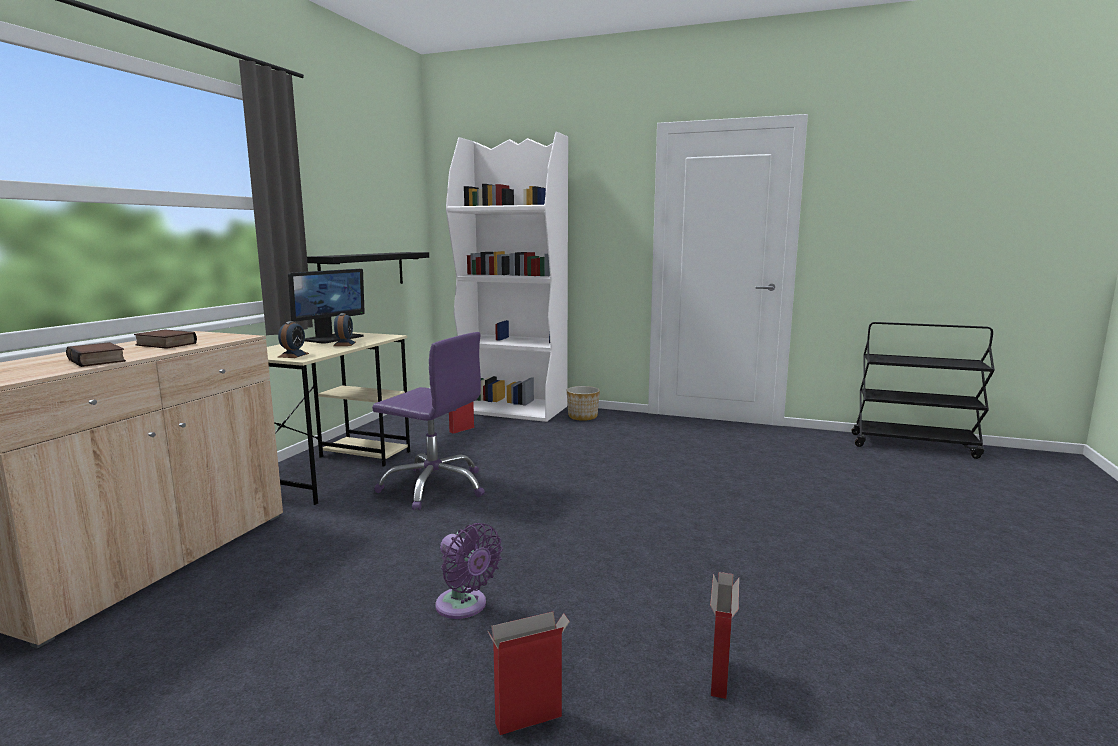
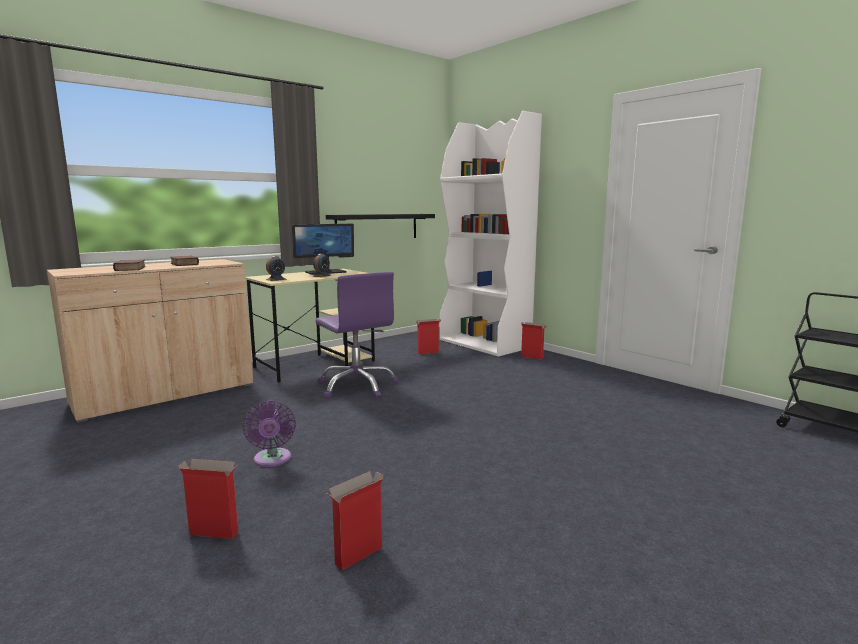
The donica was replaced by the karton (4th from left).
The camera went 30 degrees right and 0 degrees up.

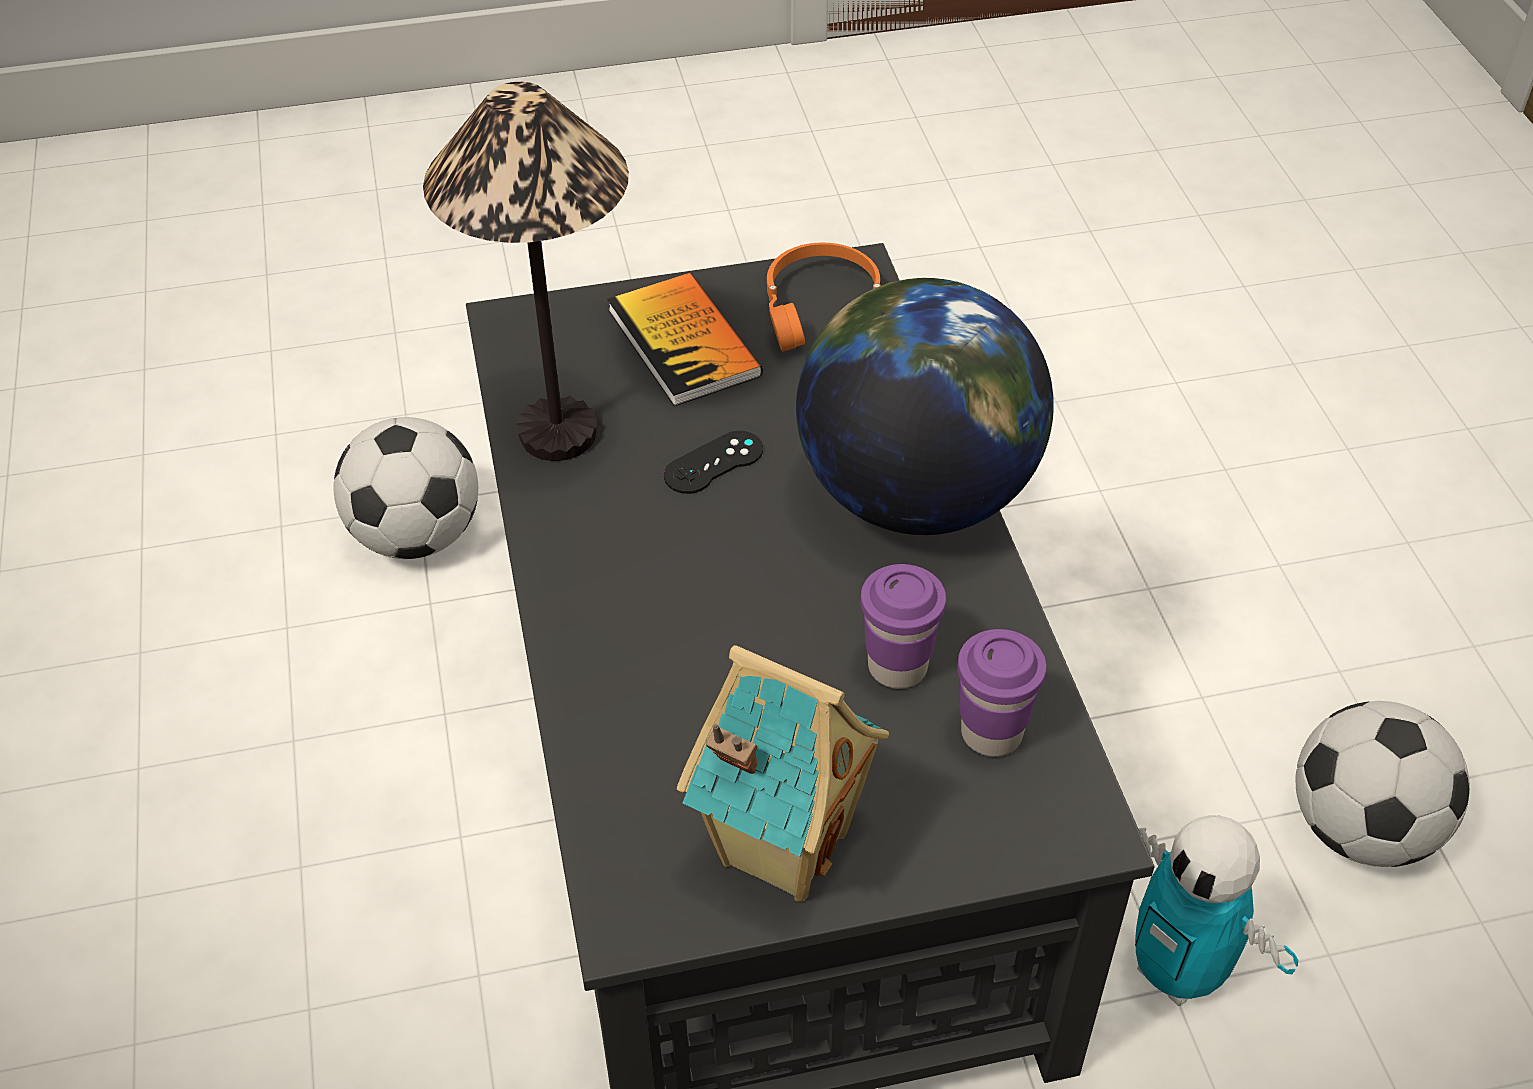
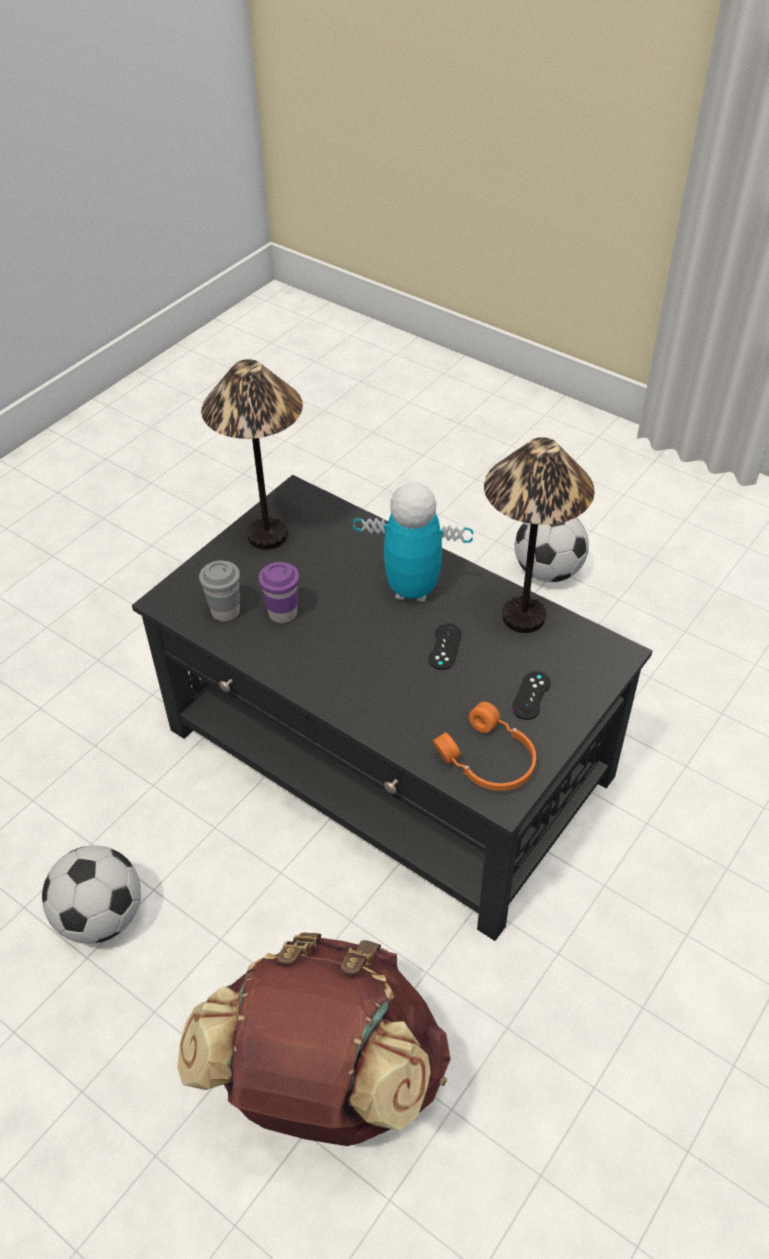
The piłka futbolowa (1st from left in the first image) moved.
The książka was replaced by the pad do gier [czarny] (2nd from left).
The domek was replaced by the lampa stołowa (1st from left).
The globus disappeared.
The filiżanka [fioletowy] (2nd from left) became the filiżanka [szary].
The robot zabawkowy moved.
The plecak [brązowy] appeared.
The camera went 140 degrees right and 0 degrees up.

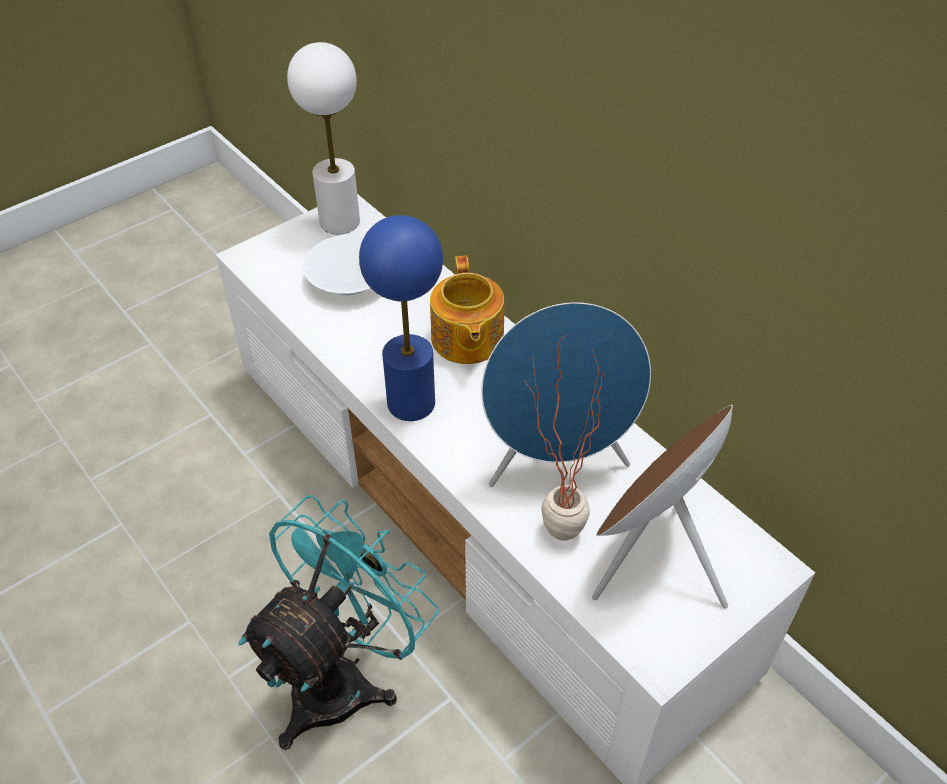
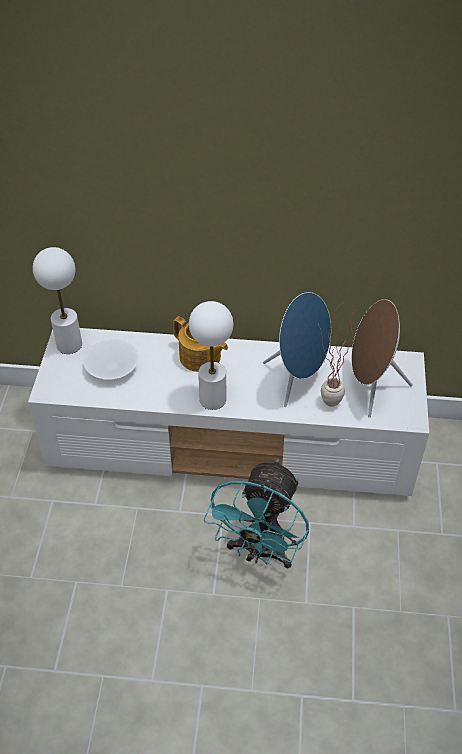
The wentylator [turkusowy] turned 150 degrees counterclockwise.
The lampa stołowa [niebieski] became the lampa stołowa [biały] (2nd from left).
The camera went 45 degrees left and 0 degrees up.

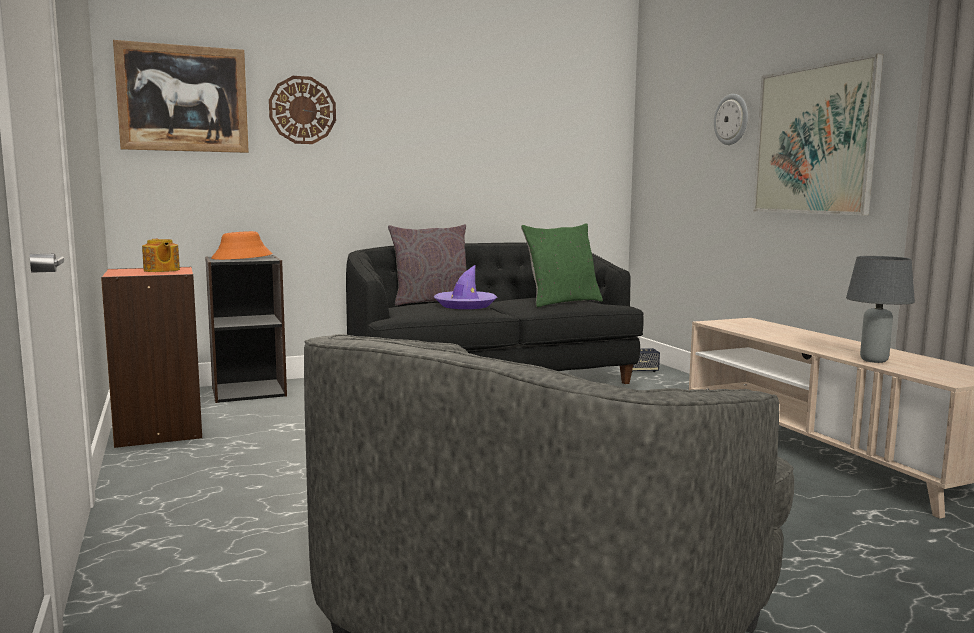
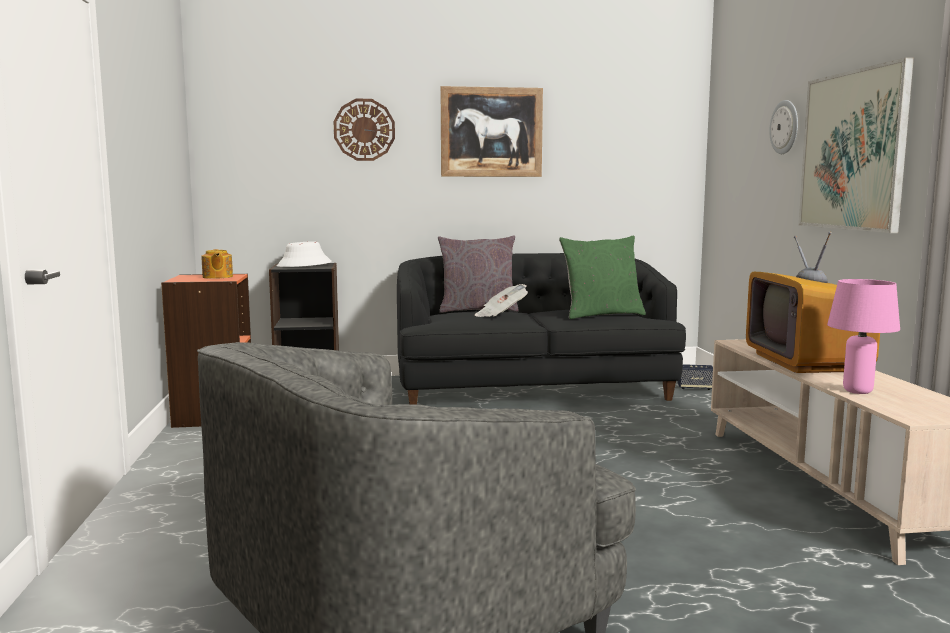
The obraz (1st from left) moved.
The kapelusz [pomarańczowy] became the kapelusz [biały].
The kapelusz [fioletowy] was replaced by the gazeta.
The lampa stołowa [szary] became the lampa stołowa [różowy].
The telewizor appeared.
The camera went 15 degrees right and 0 degrees up.

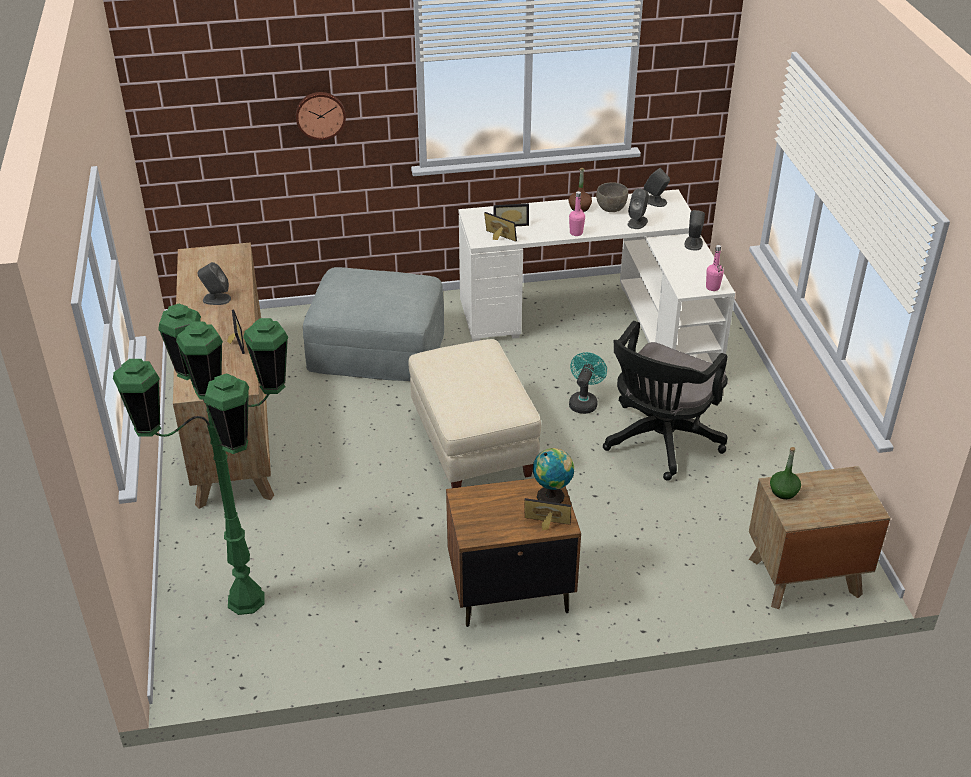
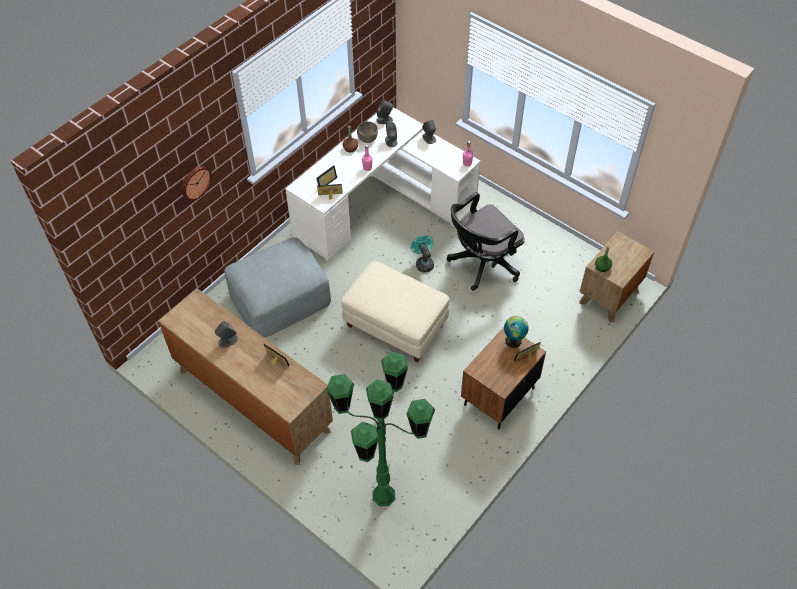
The krzesło biurowe [czarny] turned 60 degrees clockwise.
The camera went 40 degrees left and 15 degrees up.

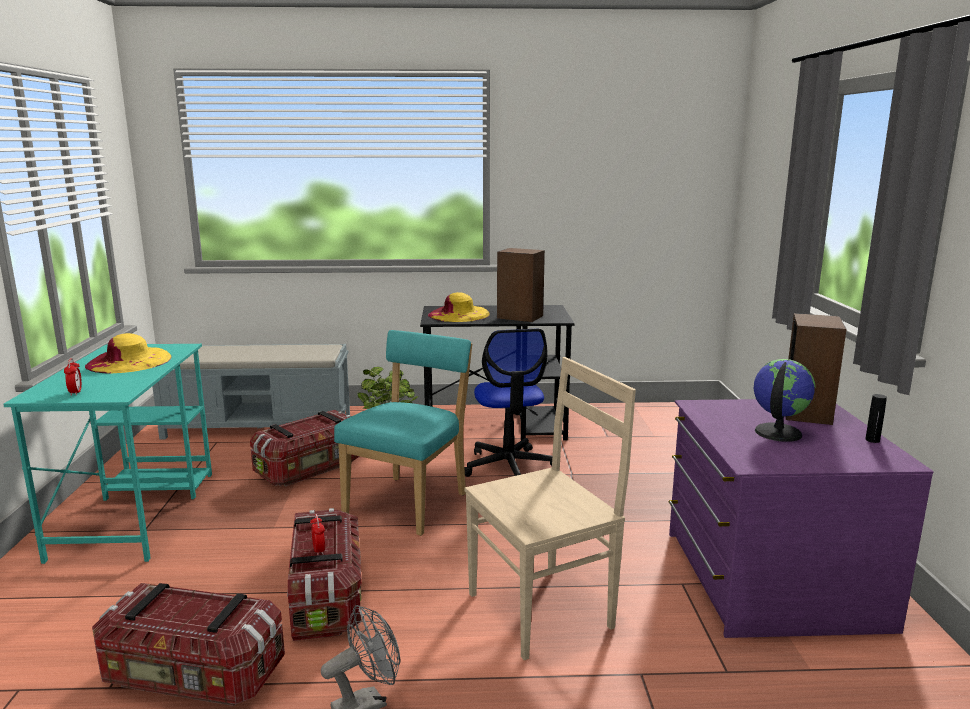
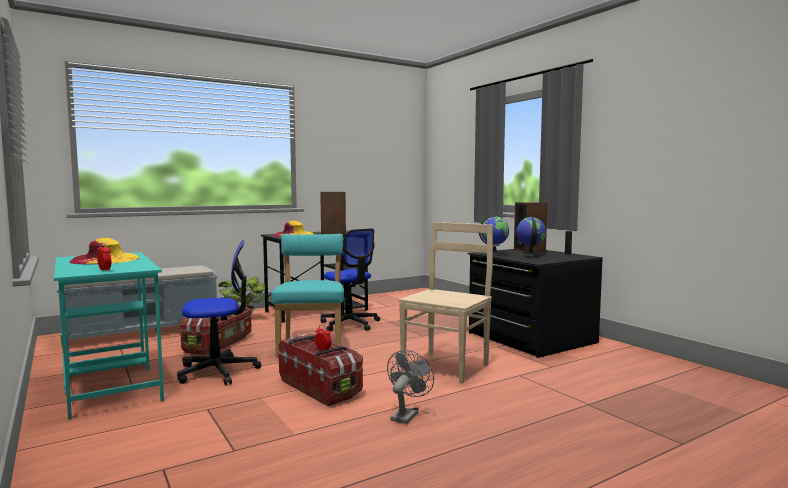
The pojemnik do przechowywania (1st from left) disappeared.
The komoda [fioletowy] became the komoda [czarny].
The krzesło biurowe (1st from left) appeared.
The globus (1st from left) appeared.
The camera went 30 degrees left and 10 degrees down.

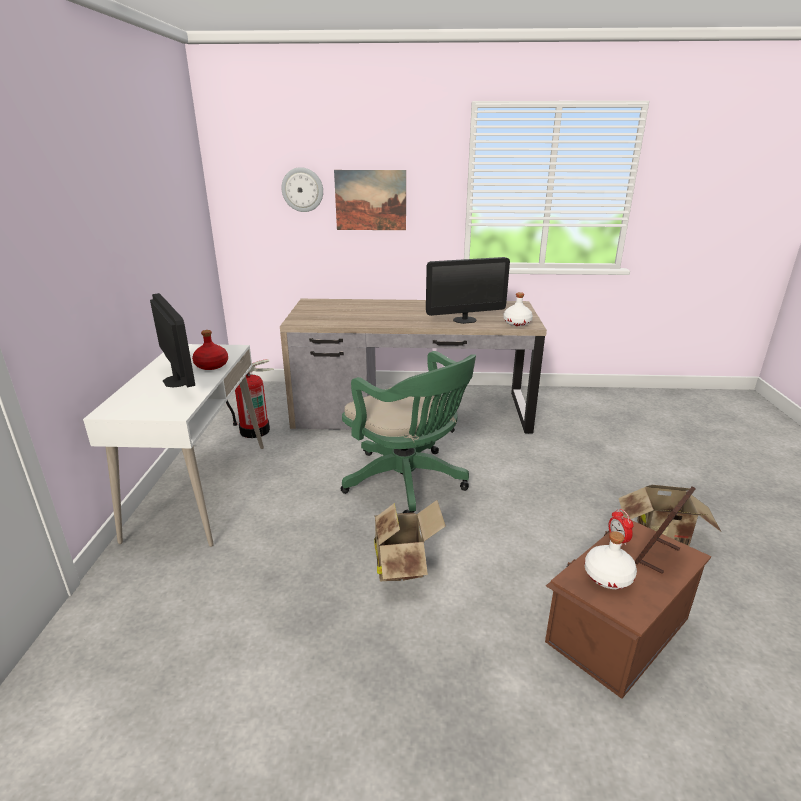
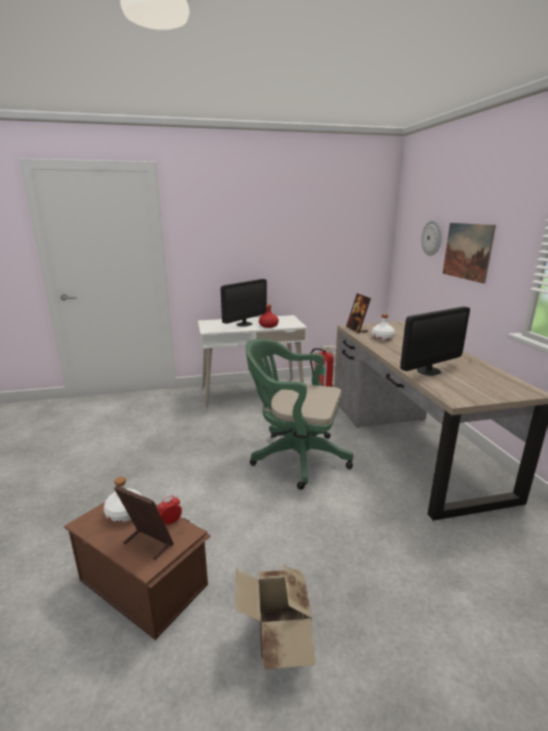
The krzesło biurowe [zielony] turned 75 degrees clockwise.
The karton (1st from left) disappeared.
The monitor (2nd from left) turned 90 degrees counterclockwise.
The butelka [biały] (1st from left in the first image) moved.
The ramka na zdjęcie (2nd from left) appeared.
The camera went 75 degrees right and 5 degrees down.

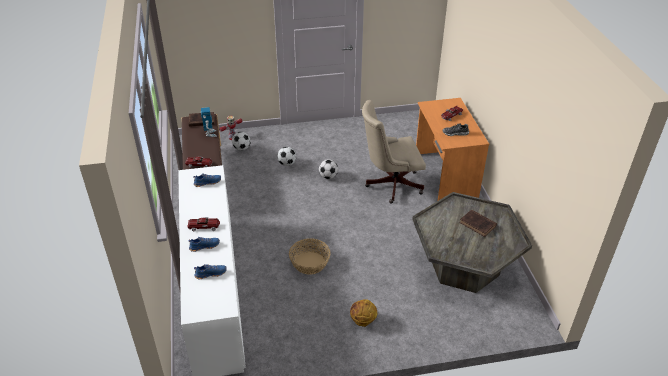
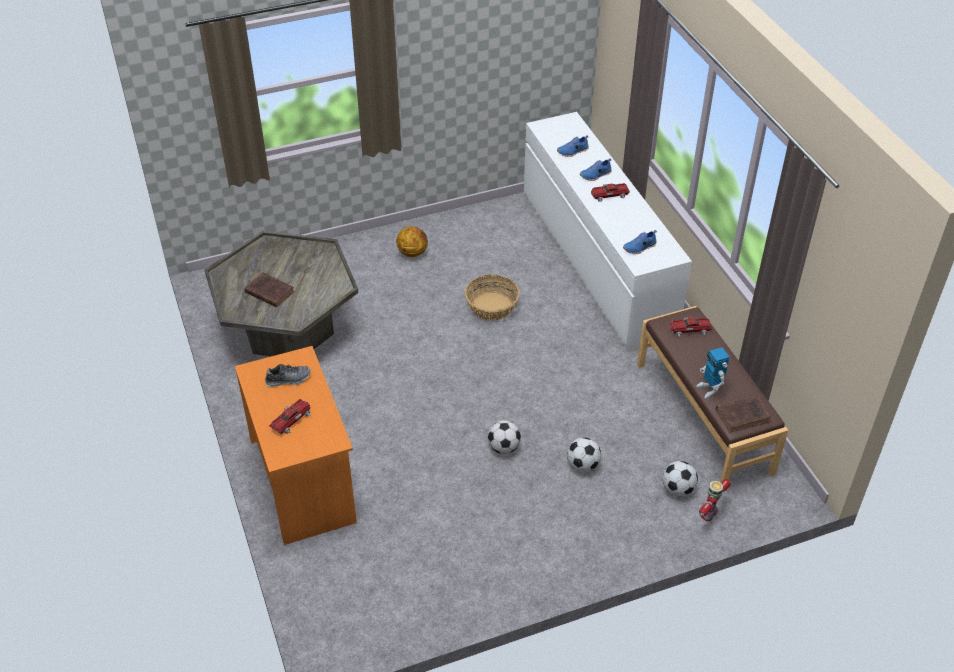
The krzesło biurowe [beżowy] disappeared.
The camera went 170 degrees right and 5 degrees up.

